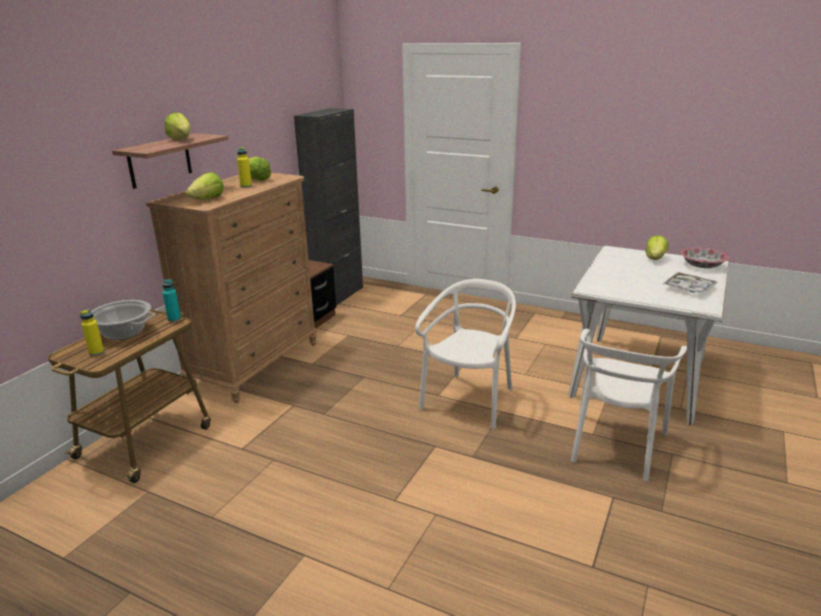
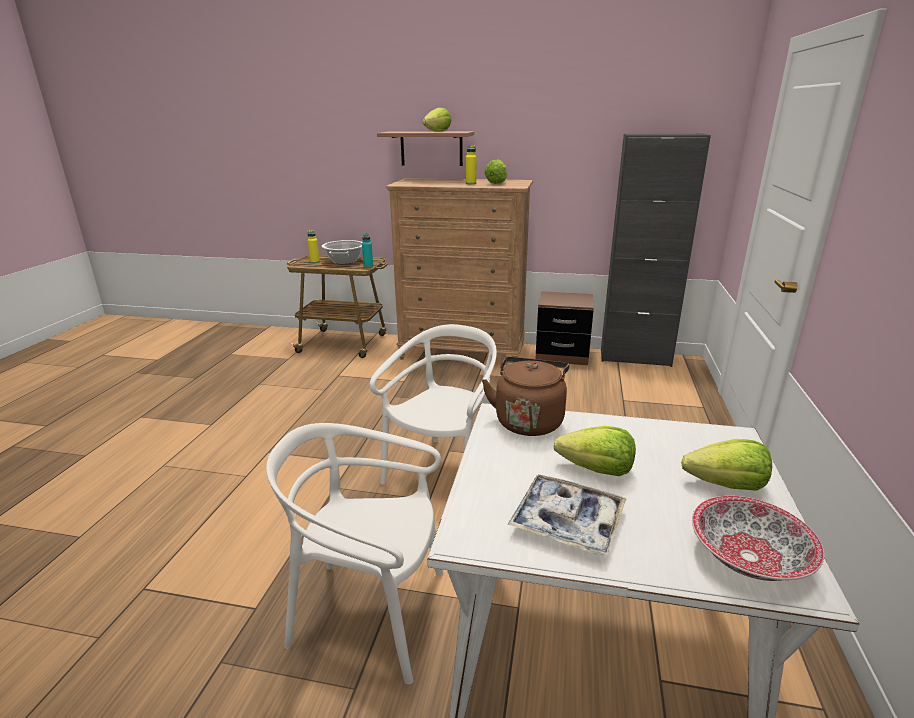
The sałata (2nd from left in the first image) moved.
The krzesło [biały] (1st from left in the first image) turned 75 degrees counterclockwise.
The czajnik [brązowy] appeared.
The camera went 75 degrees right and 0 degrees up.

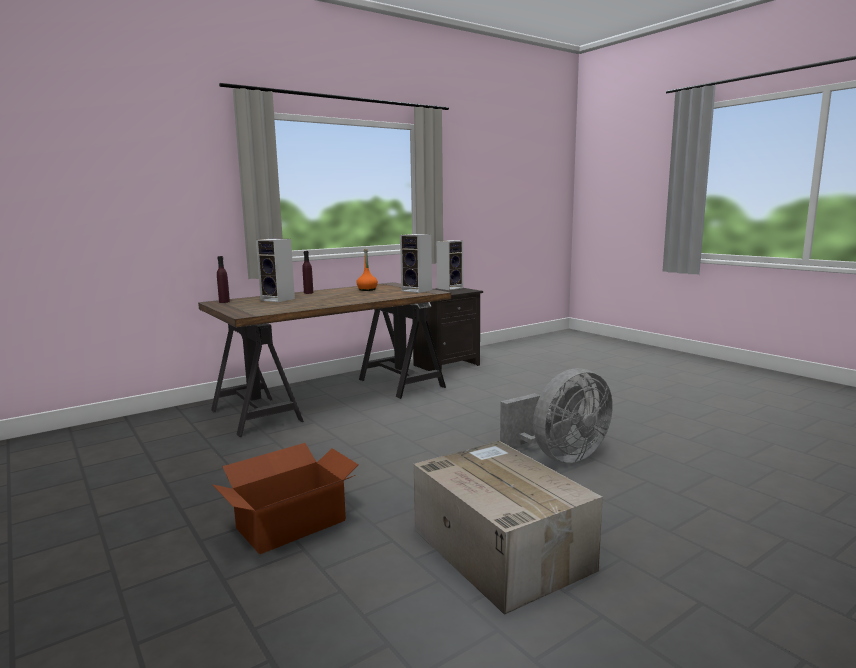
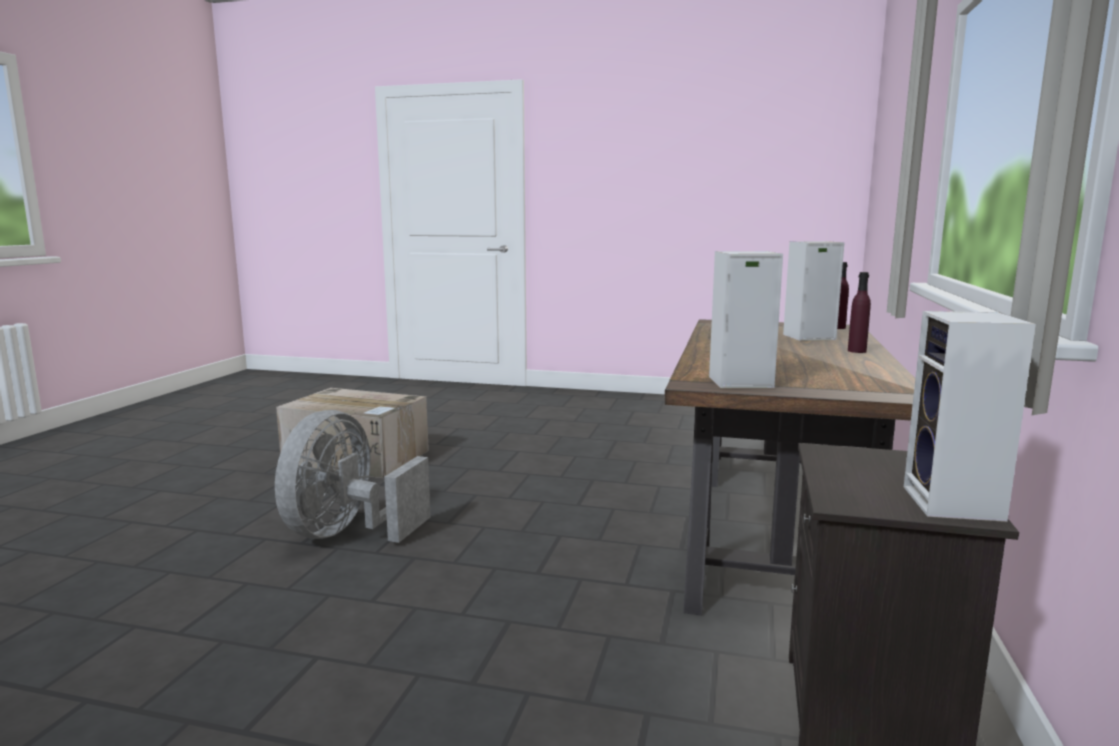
The karton (1st from left) disappeared.
The butelka [pomarańczowy] disappeared.
The camera went 140 degrees right and 0 degrees up.

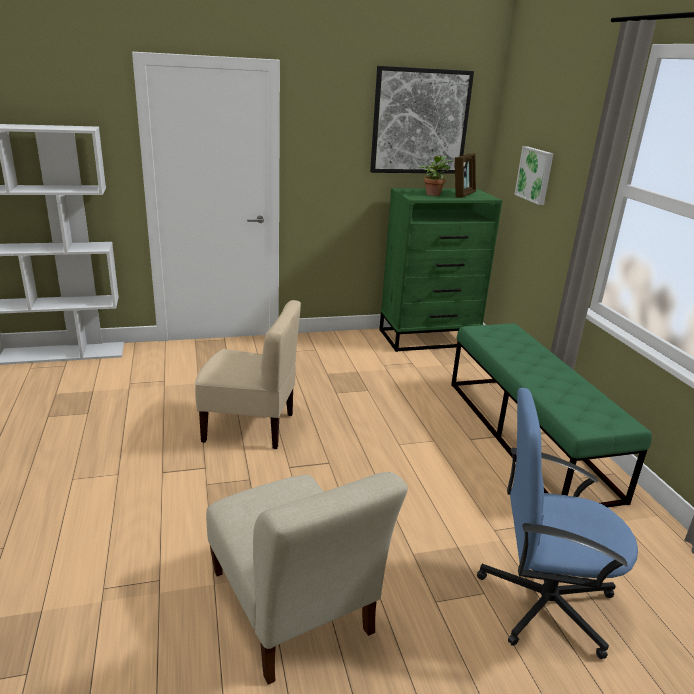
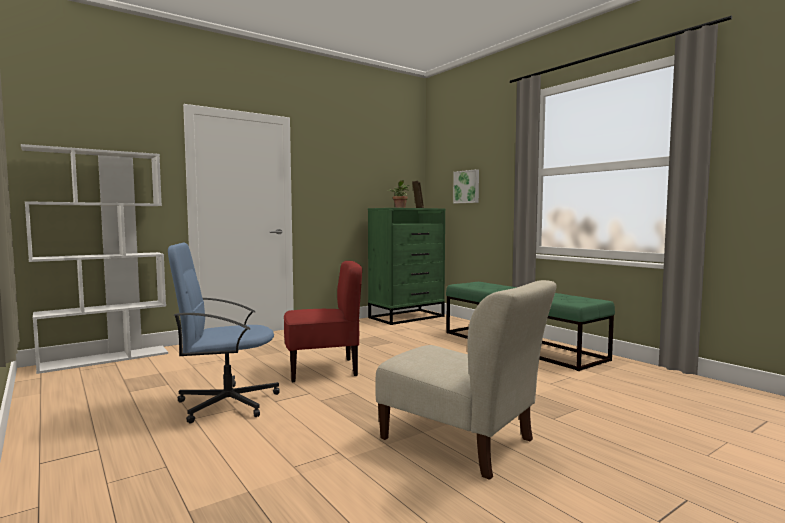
The krzesło [beżowy] (1st from left) became the krzesło [czerwony].
The obraz (1st from left) disappeared.
The krzesło biurowe [niebieski] moved.
The camera went 20 degrees left and 20 degrees down.

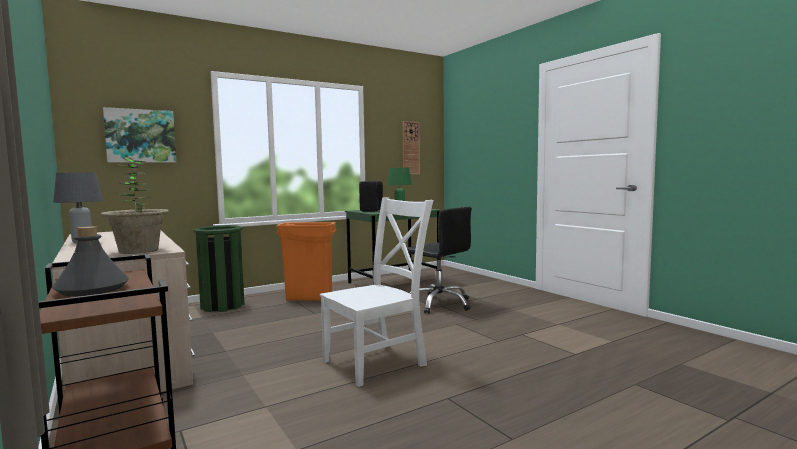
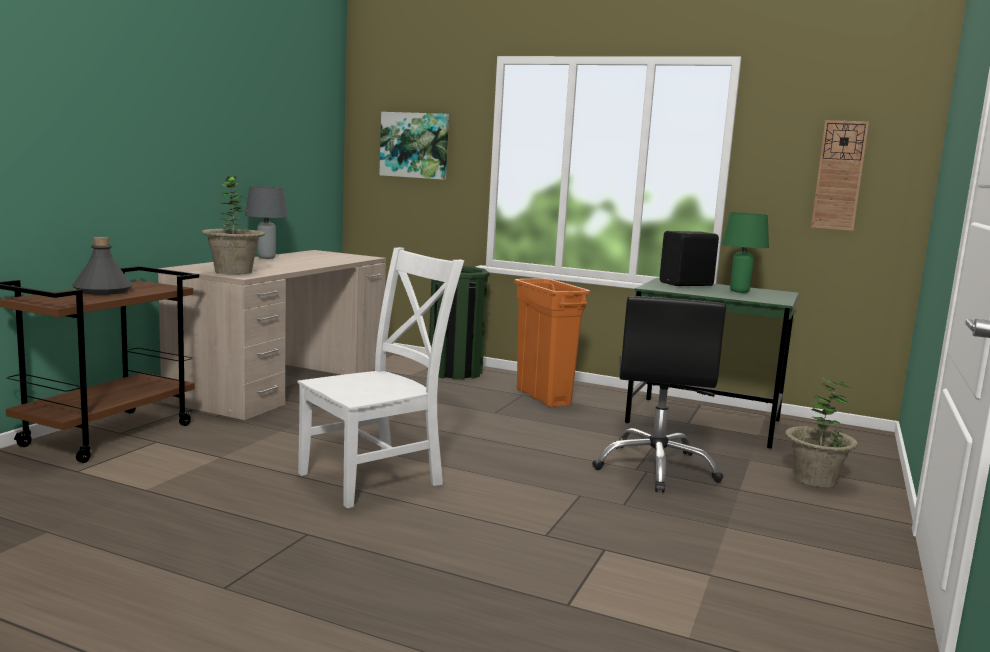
The krzesło [biały] turned 60 degrees counterclockwise.
The roślina doniczkowa (2nd from left) appeared.
The camera went 55 degrees right and 5 degrees up.

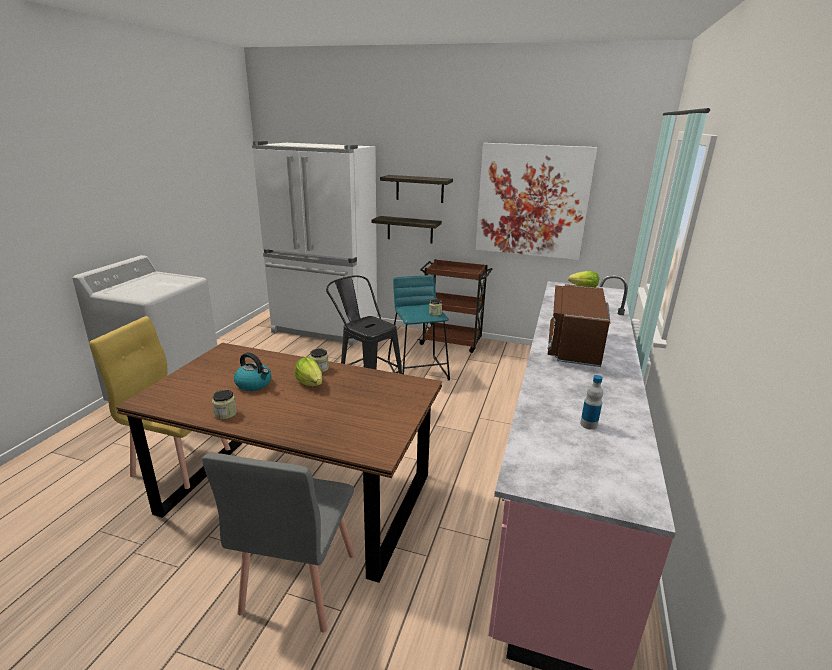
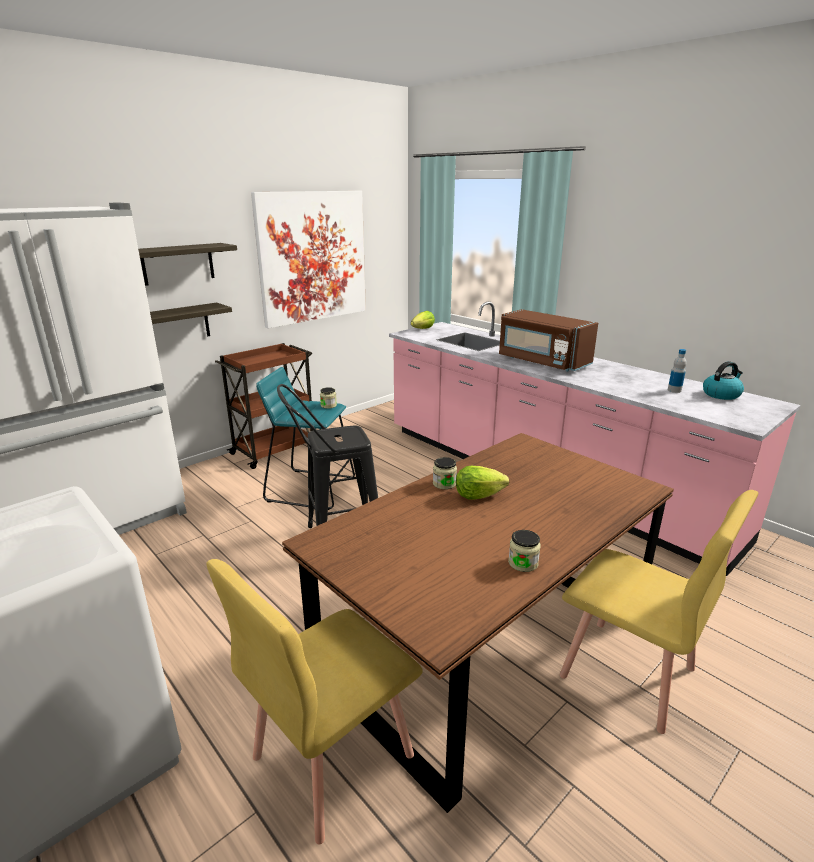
The krzesło [szary] became the krzesło [żółty] (2nd from left).
The czajnik moved.
The camera went 60 degrees left and 0 degrees up.

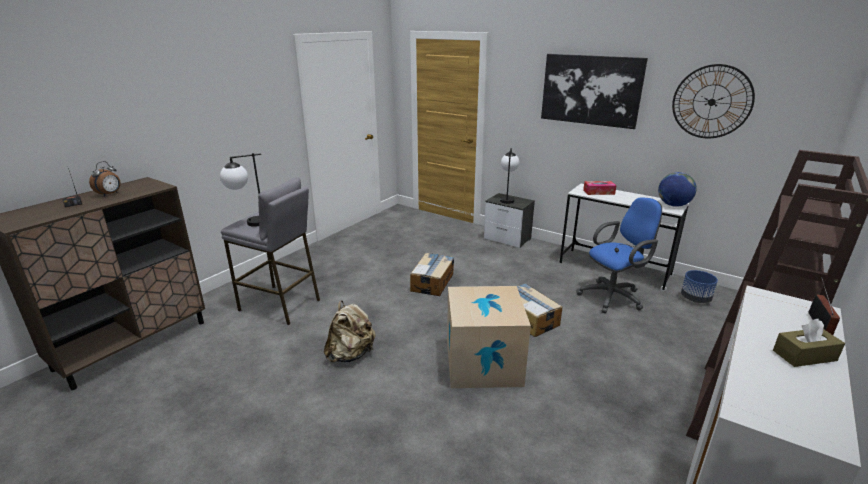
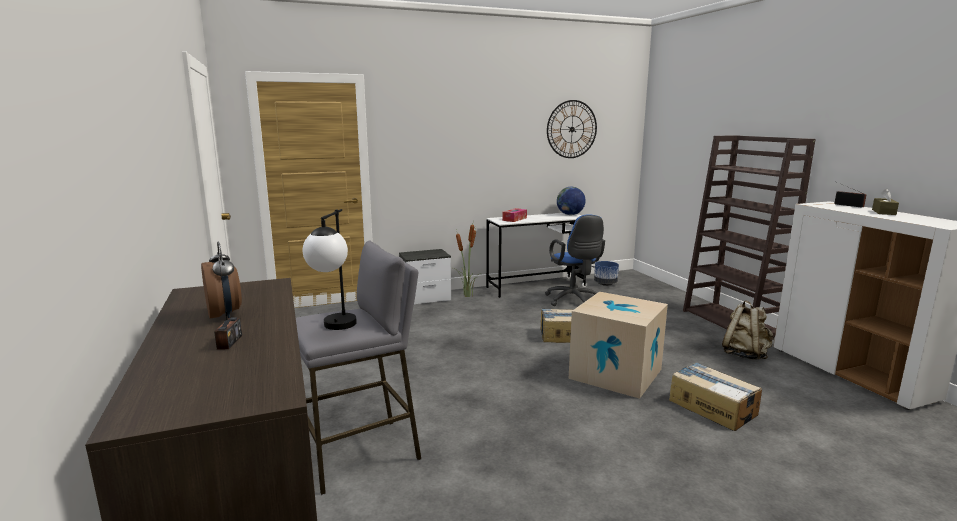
The plecak [beżowy] moved.
The karton (1st from left in the first image) moved.
The lampa stołowa (2nd from left) disappeared.
The obraz disappeared.
The krzesło biurowe [niebieski] turned 150 degrees clockwise.
The roślina doniczkowa appeared.
The camera went 55 degrees left and 10 degrees down.

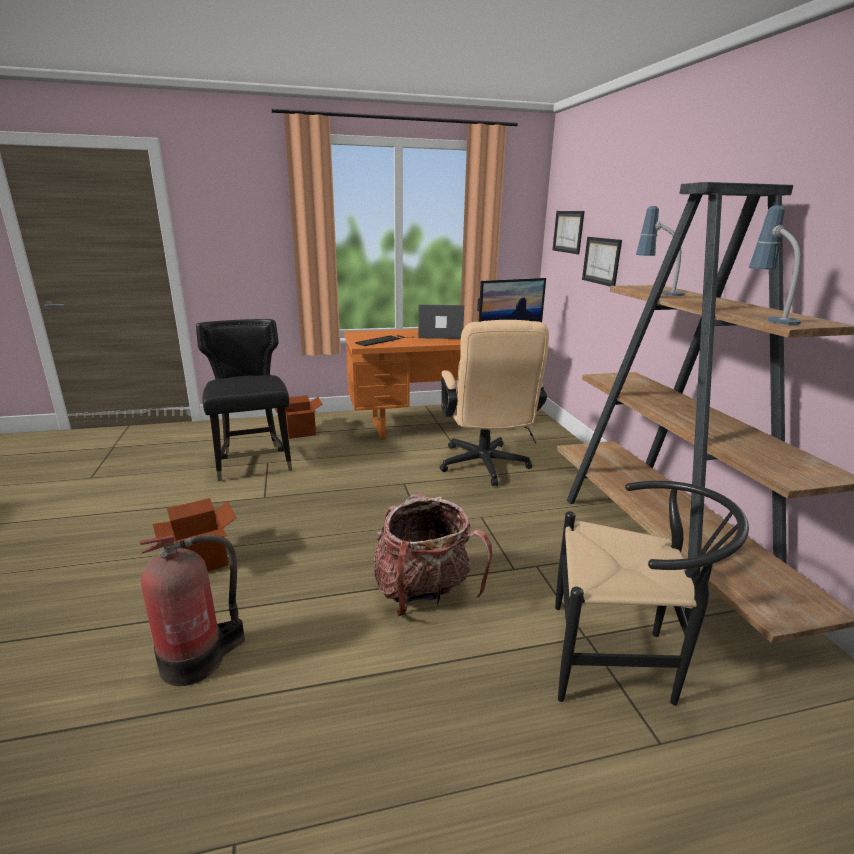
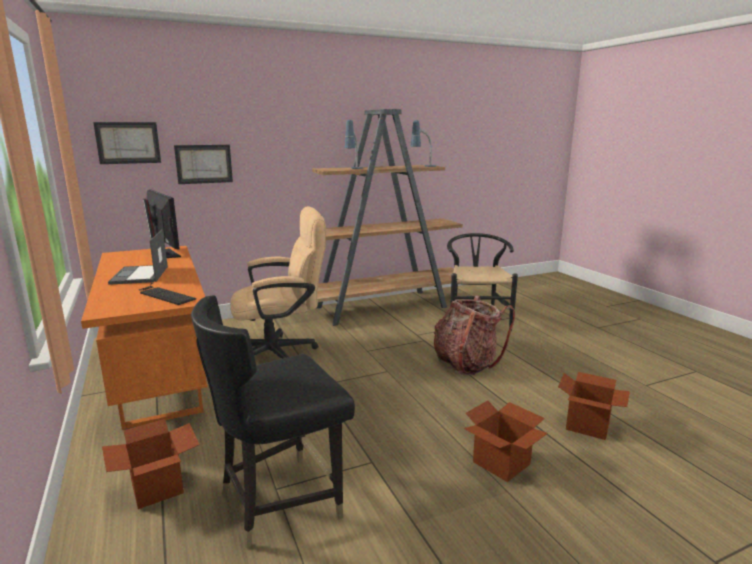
The gaśnica was replaced by the karton (3rd from left).
The camera went 100 degrees left and 5 degrees down.

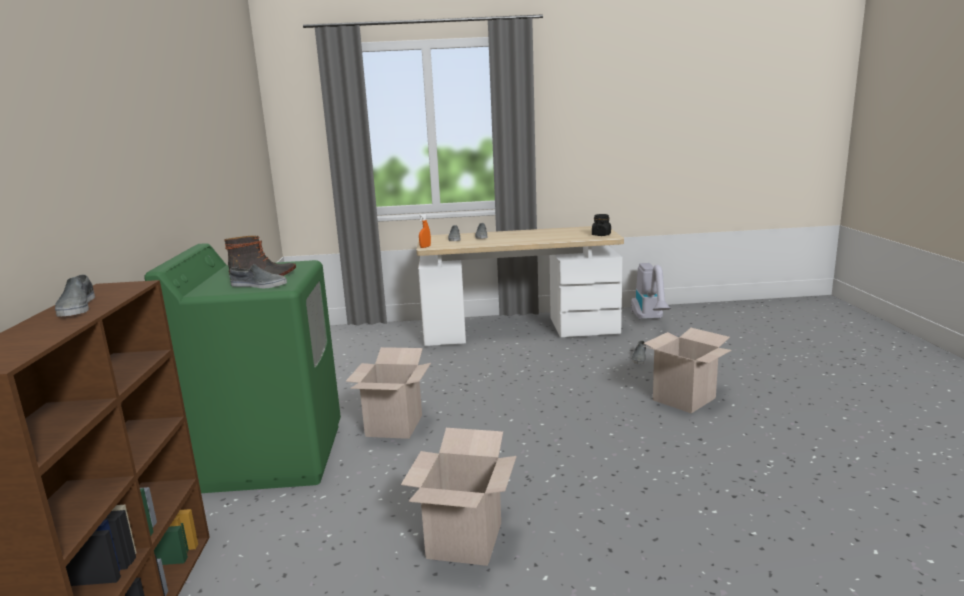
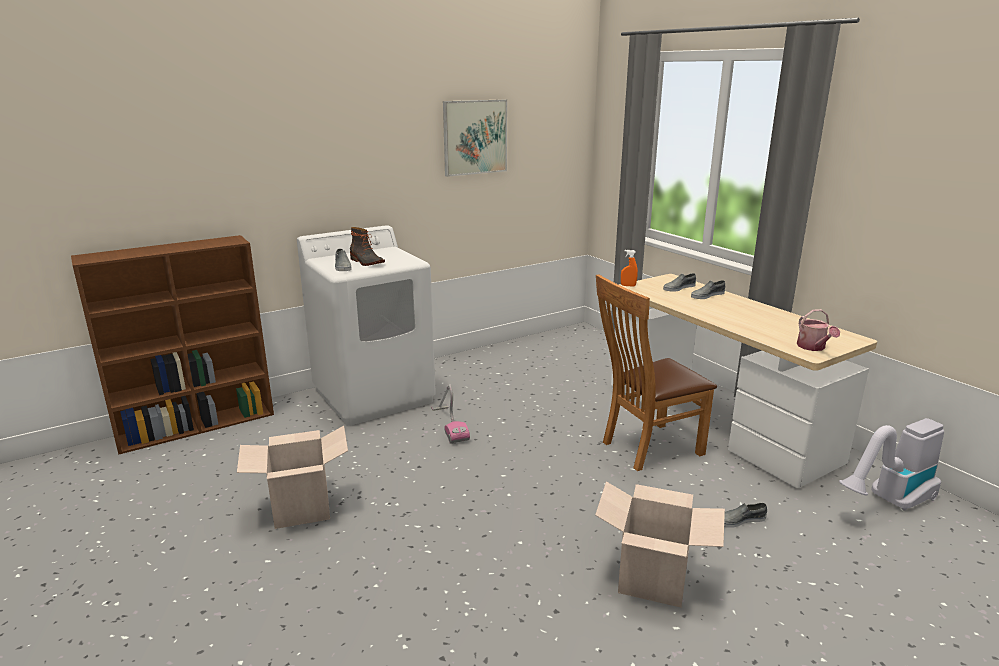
The but [szary] (1st from left) disappeared.
The pralka [zielony] became the pralka [biały].
The karton (1st from left) was replaced by the odkurzacz (1st from left).
The słoik [czarny] was replaced by the konewka.
The obraz appeared.
The krzesło [brązowy] appeared.
The camera went 60 degrees right and 5 degrees up.

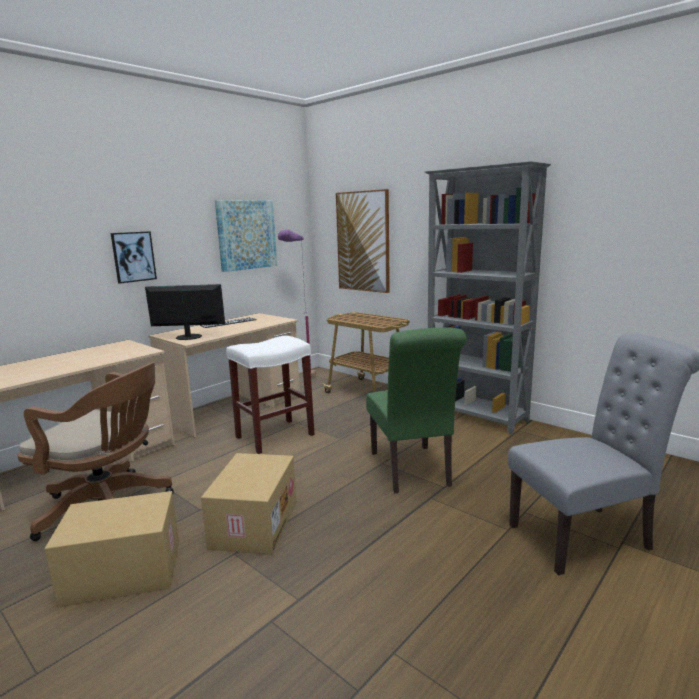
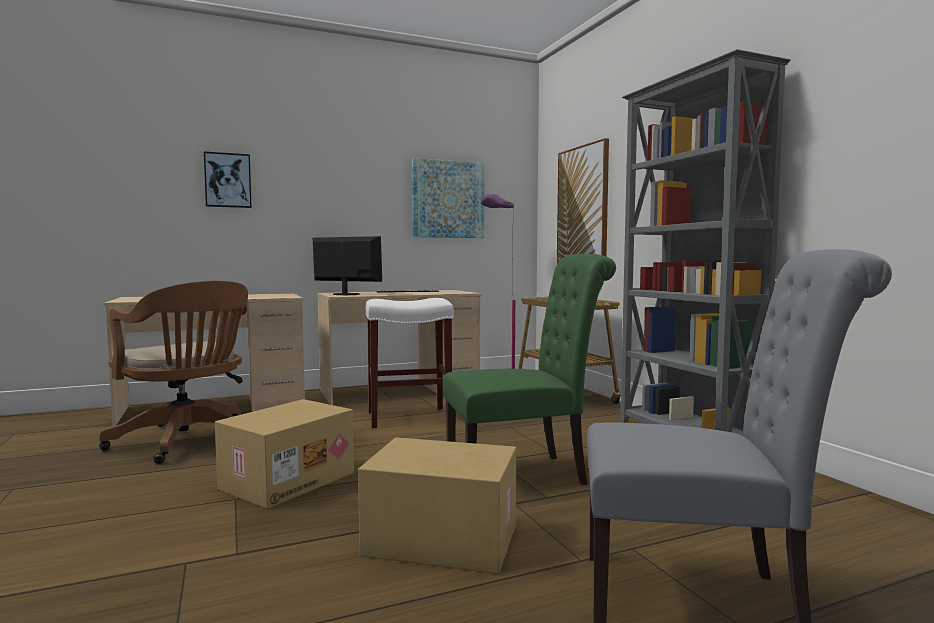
The karton (1st from left in the first image) moved.
The obraz (1st from left) moved.
The krzesło [zielony] turned 120 degrees counterclockwise.
The camera went 25 degrees right and 10 degrees down.

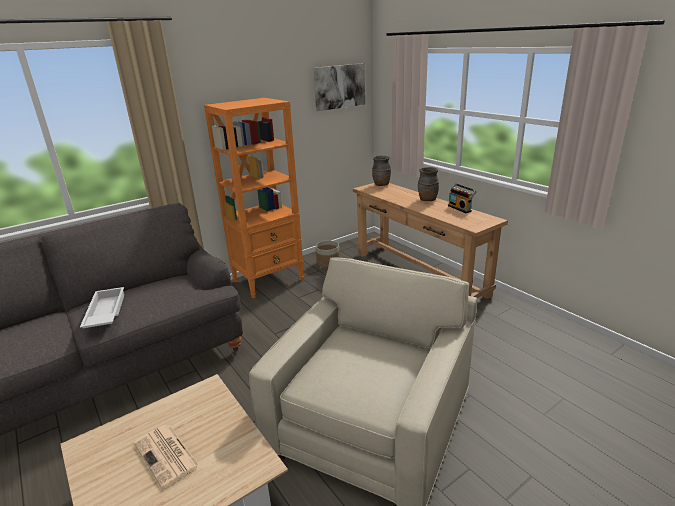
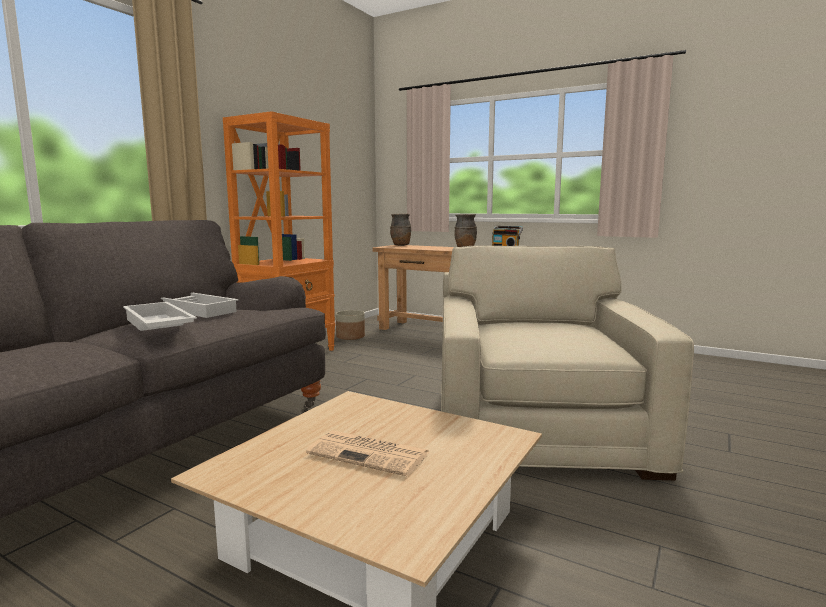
The obraz disappeared.
The taca [biały] (2nd from left) appeared.
The camera went 25 degrees left and 15 degrees down.

